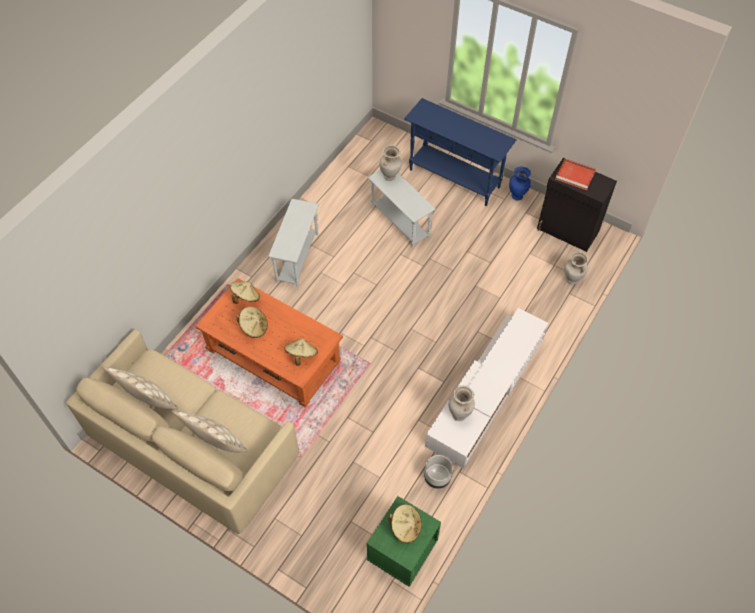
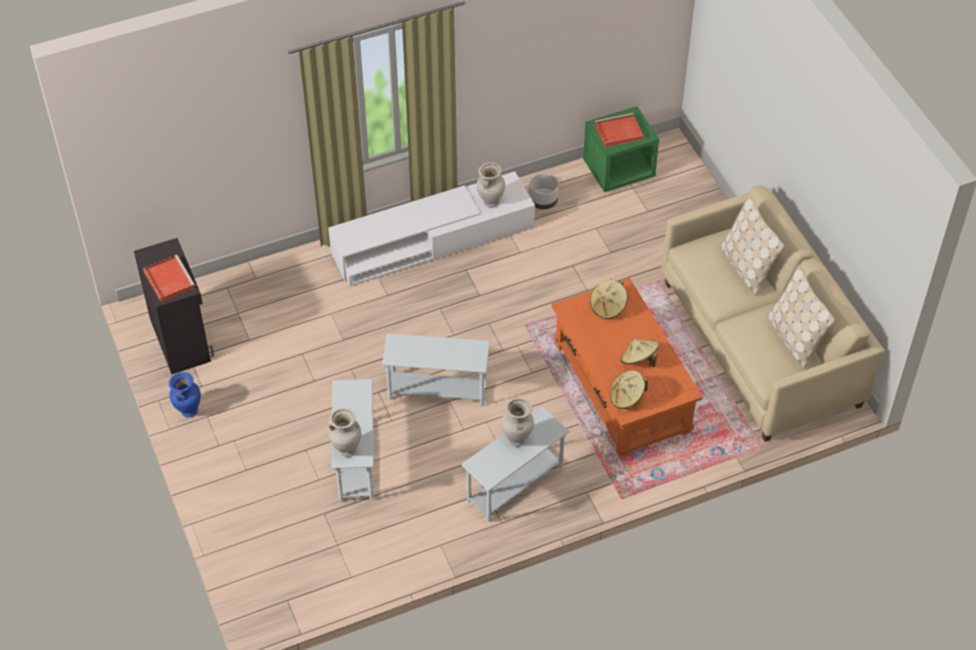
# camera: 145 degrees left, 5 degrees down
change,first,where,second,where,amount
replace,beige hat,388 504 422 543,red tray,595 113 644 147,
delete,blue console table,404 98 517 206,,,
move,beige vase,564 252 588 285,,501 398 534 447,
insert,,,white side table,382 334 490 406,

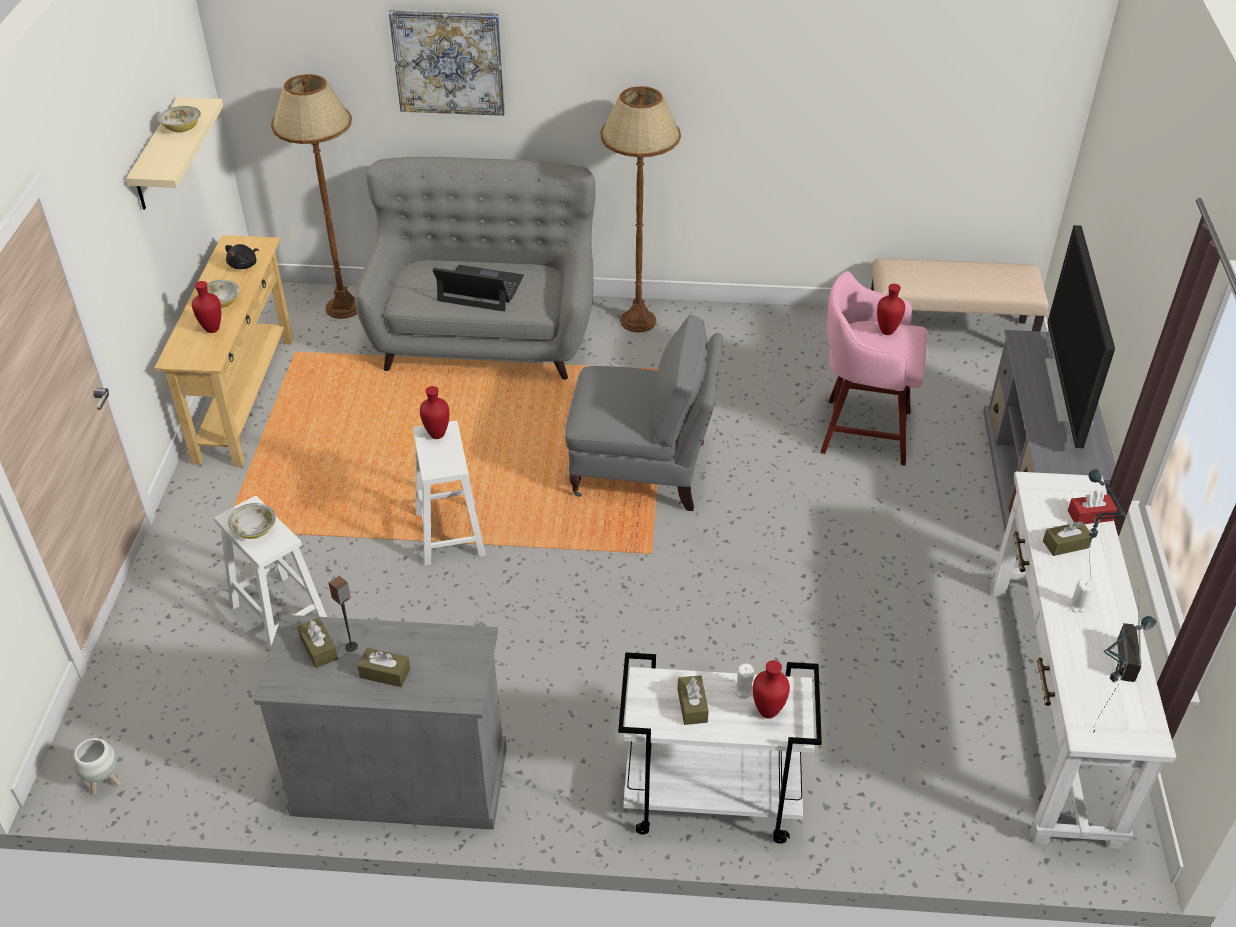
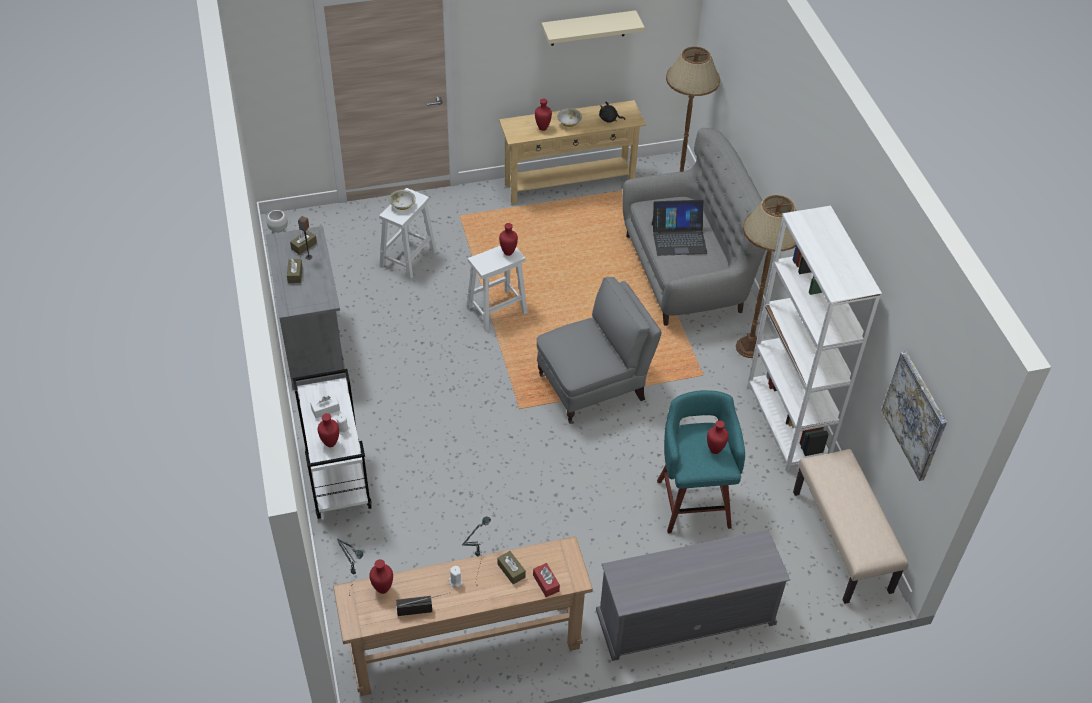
# camera: 70 degrees right, 5 degrees up
change,first,where,second,where,amount
delete,bowl,157 106 201 132,,,
move,picture,389 10 505 116,,881 351 947 481,
rotate,laptop,432 265 524 311,,652 200 707 256,90 degrees clockwise
rotate,grey armchair,565 315 723 511,,537 277 661 424,105 degrees counterclockwise
recolor,brown tissue box,677 675 709 725,white tissue box,310 394 340 418,
recolor,pink stool,820 271 928 466,turquoise stool,657 390 745 534,
recolor,white console table,990 472 1177 849,brown console table,333 536 593 696,
delete,television,1045 225 1115 449,,,
insert,,,red vase,369 559 393 594,
insert,,,white bookcase,747 206 882 471,

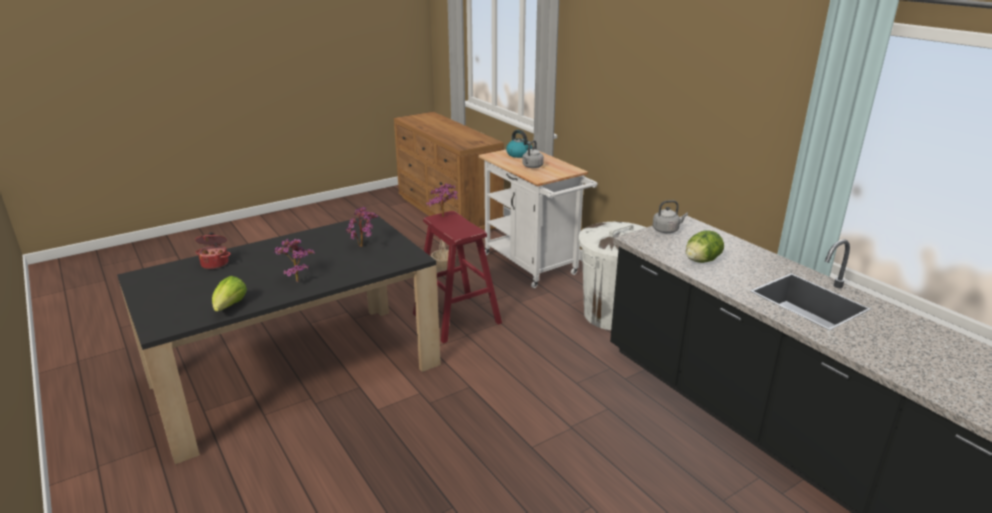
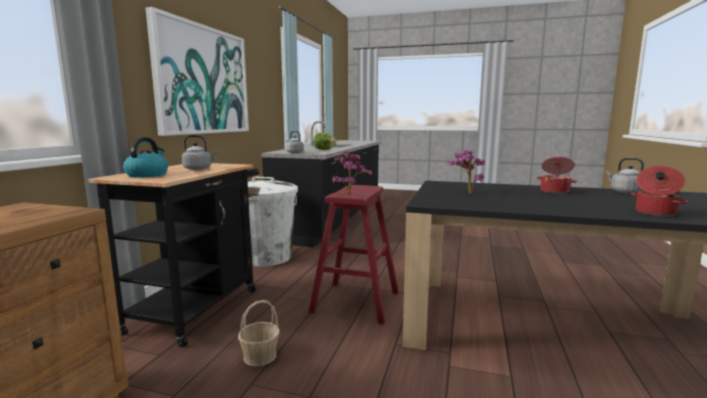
# camera: 130 degrees left, 15 degrees down
change,first,where,second,where,amount
replace,lettuce,212 276 247 312,grey kettle,606 158 644 193,
replace,potted plant,274 239 315 282,cooking pot,537 157 577 194,
recolor,white cart,479 150 598 288,black cart,88 163 259 347,
insert,,,picture,146 7 249 136,

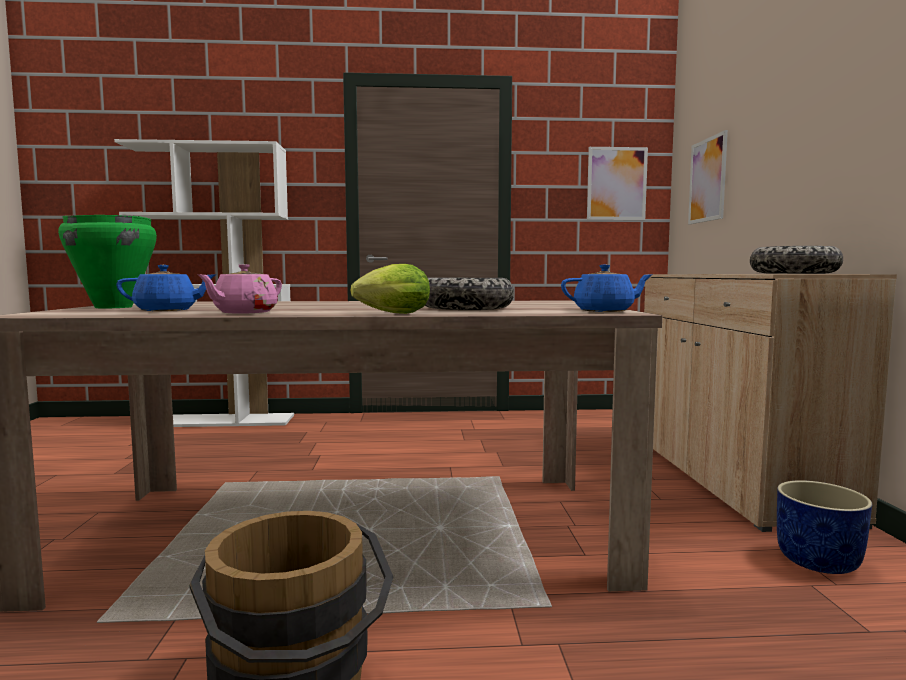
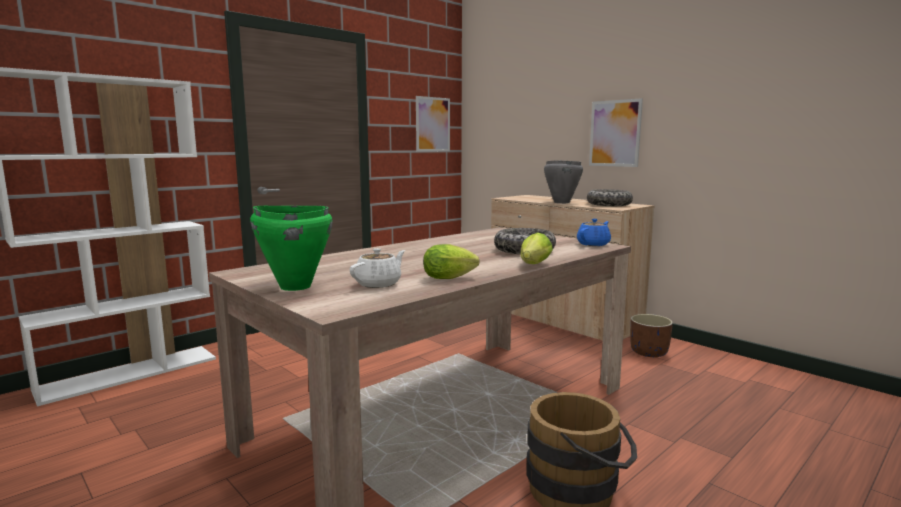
# camera: 40 degrees left, 5 degrees up
change,first,where,second,where,amount
recolor,blue teapot,116 265 217 311,white teapot,350 248 405 288,
replace,pink teapot,198 264 282 314,lettuce,423 244 480 279,
move,picture,688 130 728 224,,589 98 643 167,
recolor,blue planter,777 480 872 574,brown planter,630 314 673 357,
insert,,,grey cooking pot,544 160 583 204,

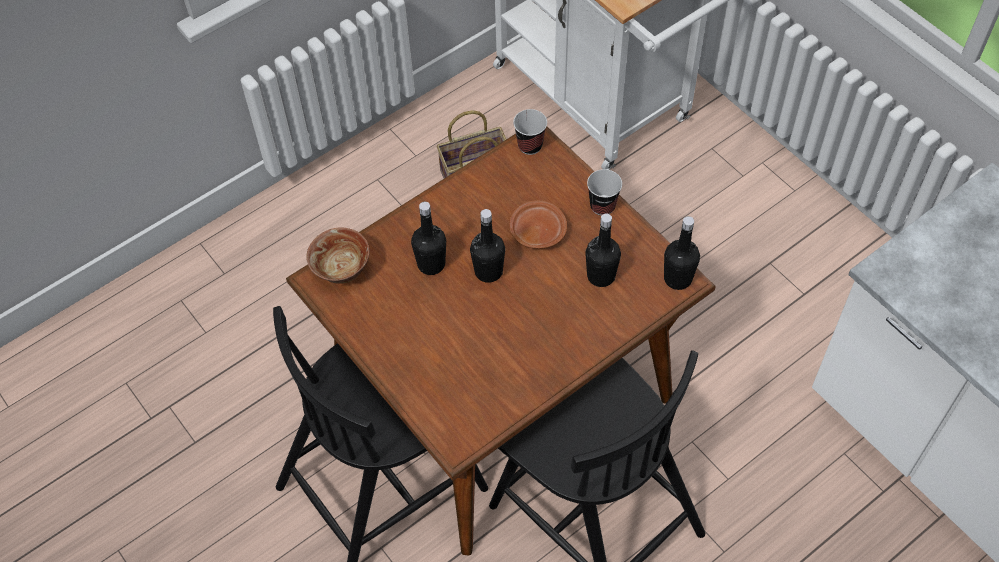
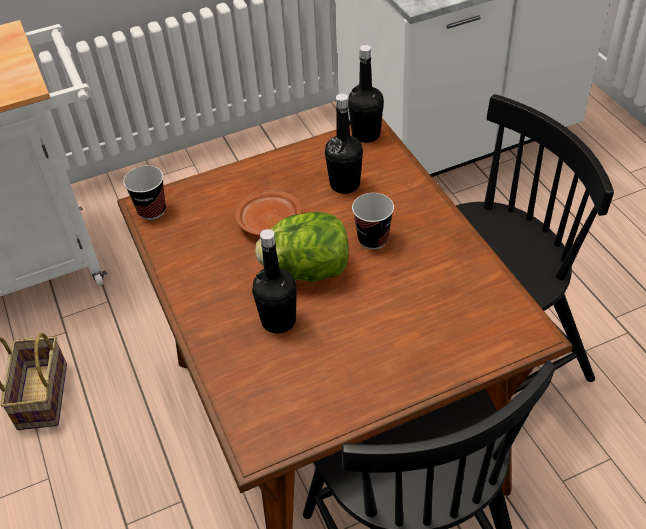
# camera: 75 degrees left, 10 degrees down
change,first,where,second,where,amount
delete,bowl,306 227 370 284,,,
replace,black bottle,470 209 505 283,lettuce,255 212 349 282,
move,cup,587 169 622 216,,352 193 394 250,

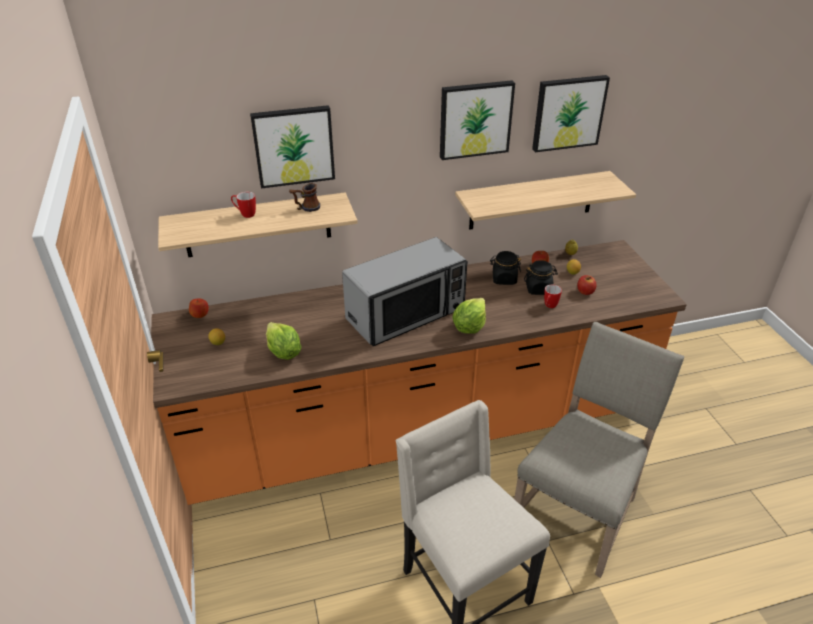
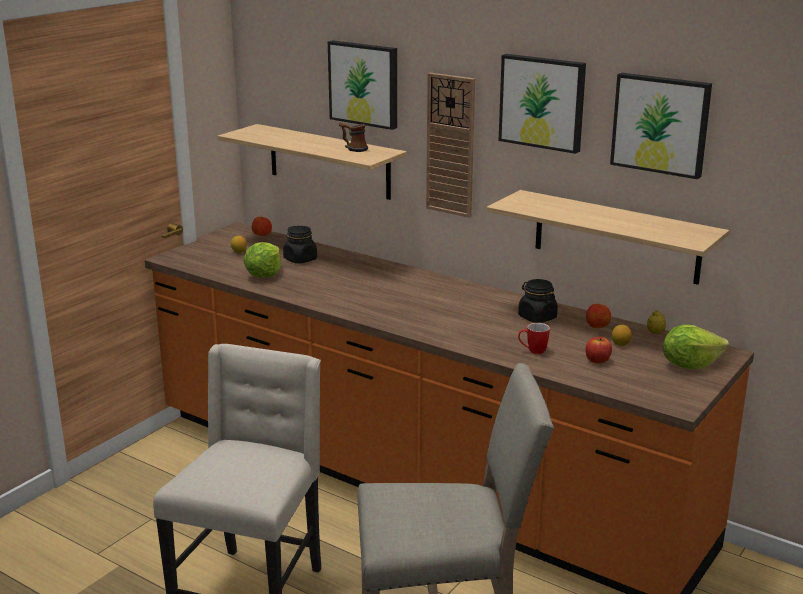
# camera: 50 degrees right, 15 degrees down
change,first,where,second,where,amount
delete,mug,231 192 256 218,,,
delete,microwave,342 237 467 346,,,
move,lettuce,452 298 486 334,,663 325 729 369,
move,black jar,524 260 558 295,,283 226 317 264,
insert,,,wall clock,426 73 475 218,

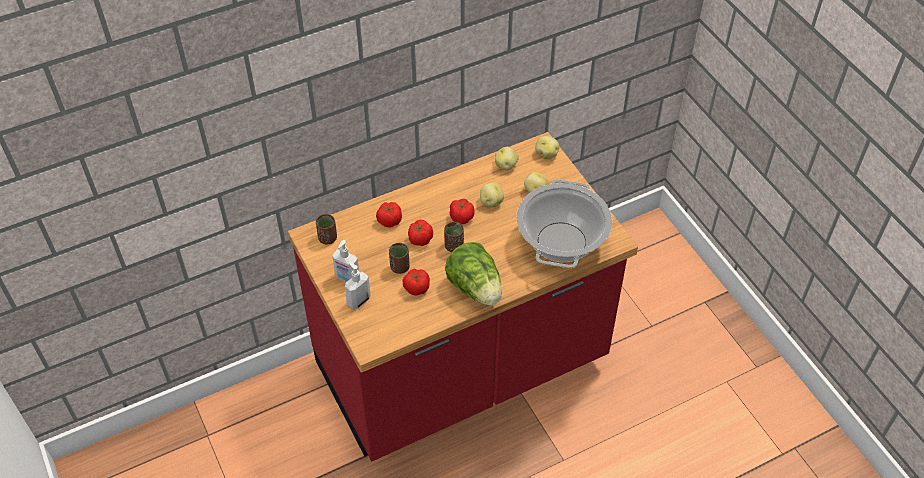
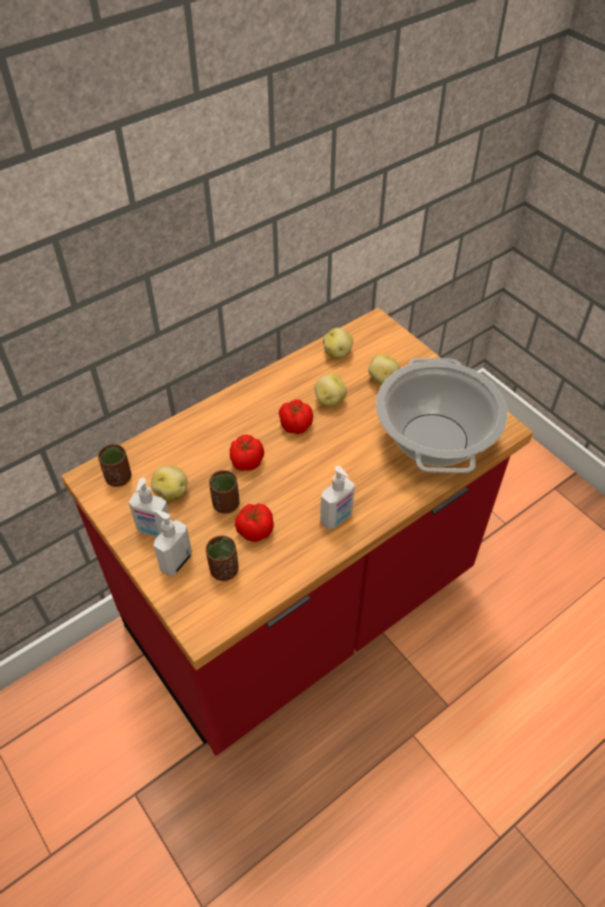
# camera: 10 degrees left, 0 degrees up
change,first,where,second,where,amount
delete,tomato,376 202 402 227,,,
move,brown cup,444 222 464 252,,206 536 239 581,
replace,lettuce,445 242 502 305,soap dispenser,320 466 355 529,
move,potato,535 136 559 159,,151 466 187 501,

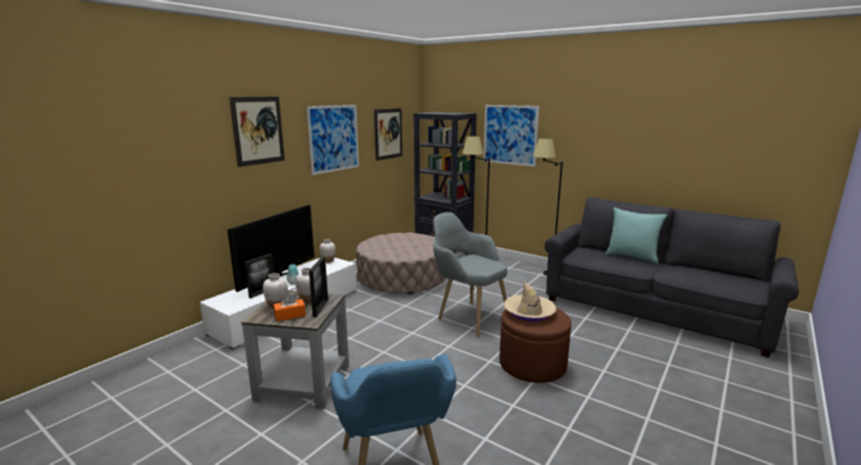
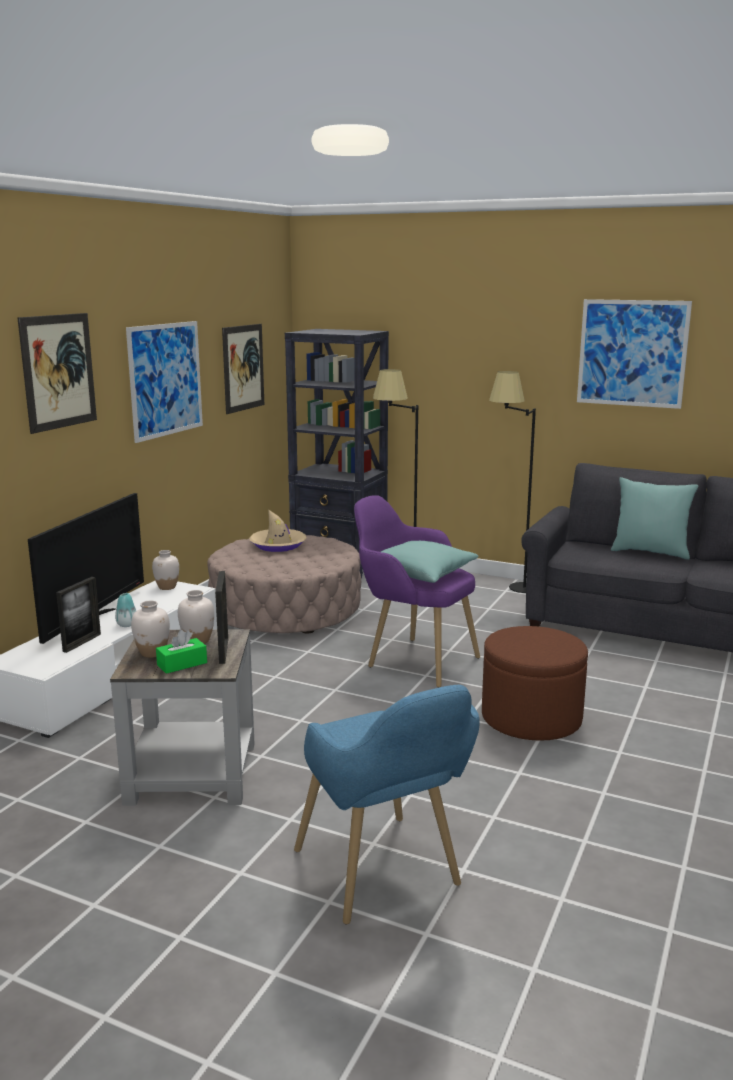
# camera: 10 degrees left, 0 degrees up
change,first,where,second,where,amount
recolor,orange tissue box,273 294 306 321,green tissue box,156 630 207 674,
recolor,grey armchair,433 212 507 337,purple armchair,354 495 480 688,
move,picture,483 105 539 167,,577 299 692 409,
move,beige hat,504 281 557 321,,249 510 307 552,
insert,,,turquoise pillow,381 541 478 583,

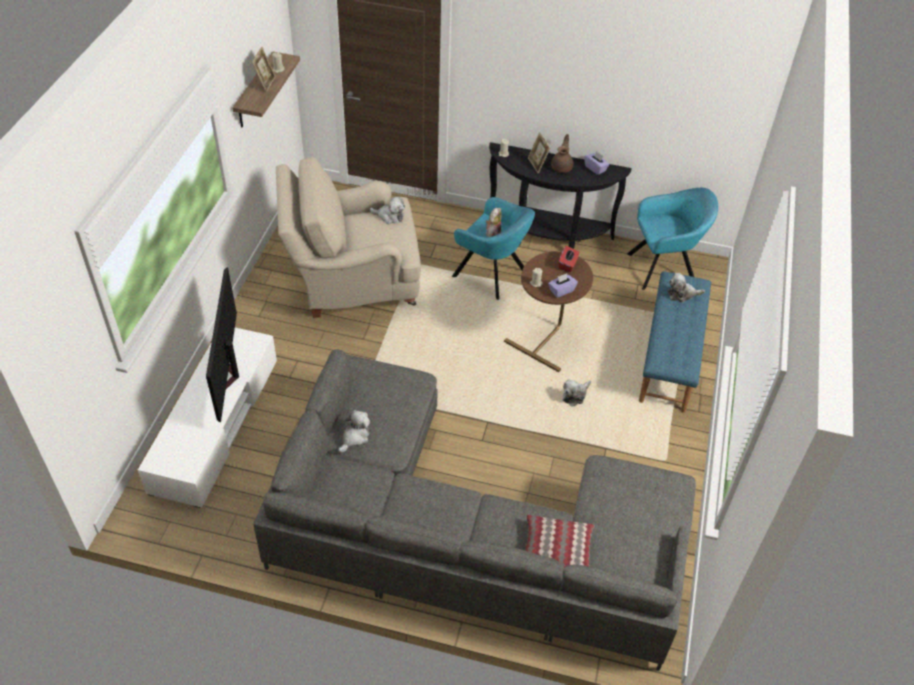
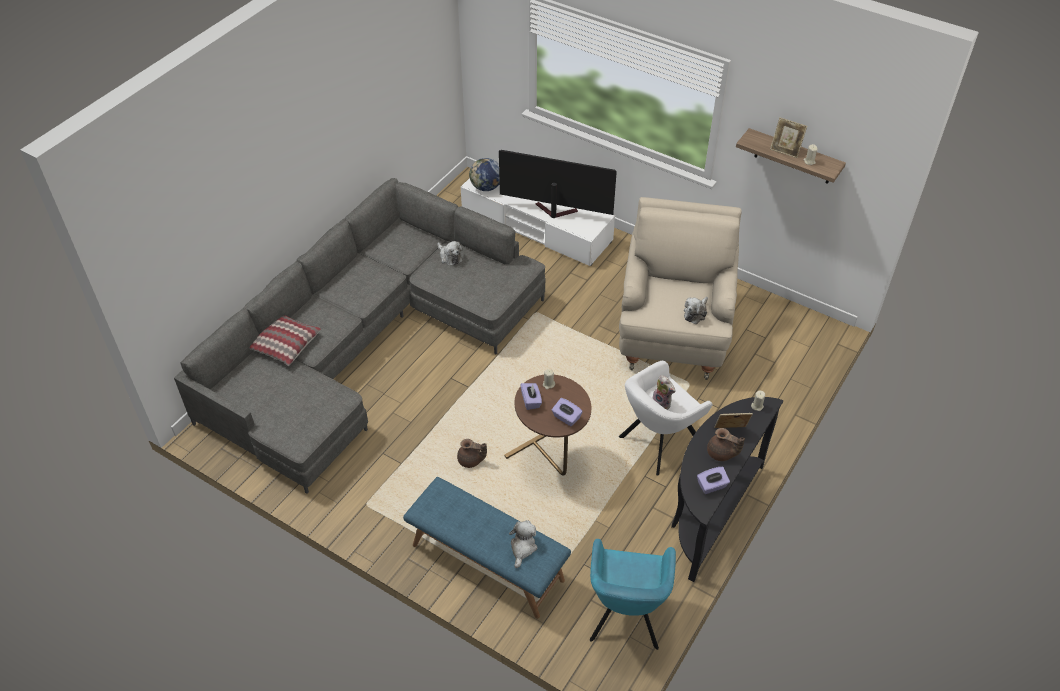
# camera: 110 degrees right, 0 degrees up
change,first,where,second,where,amount
recolor,turquoise armchair,452 197 535 300,white armchair,619 361 713 476,
recolor,red tissue box,558 245 580 272,purple tissue box,552 398 583 426,
replace,plush toy,563 379 591 407,brown teapot,457 439 487 468,
insert,,,globe,469 158 500 191,

